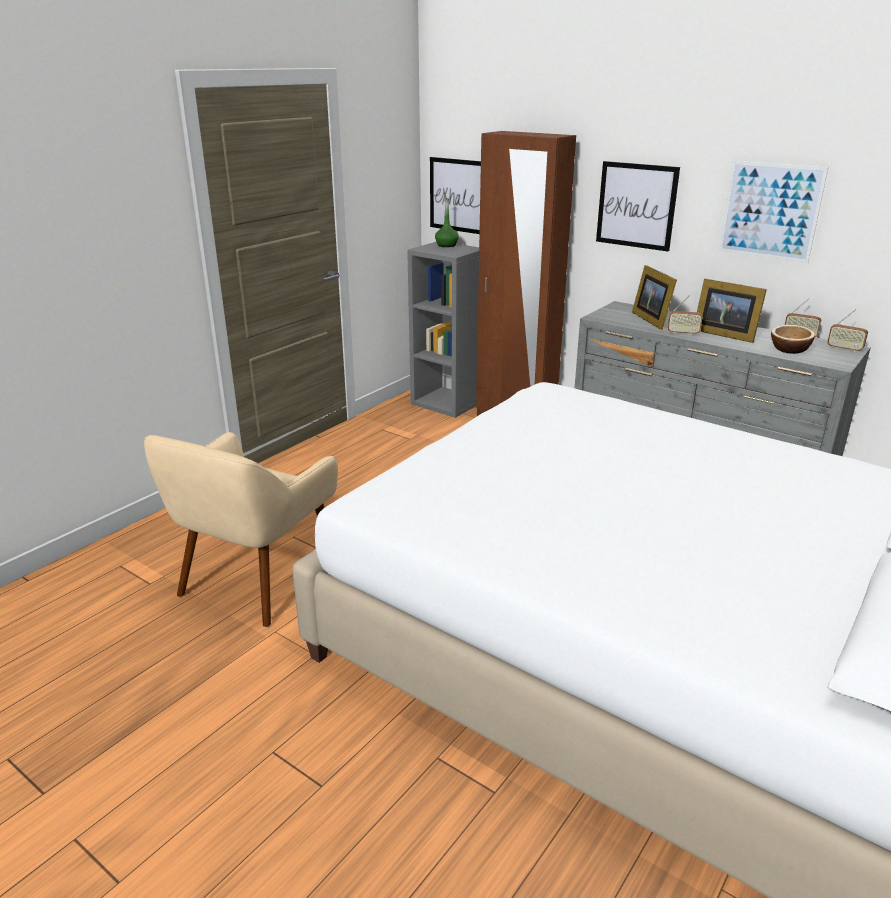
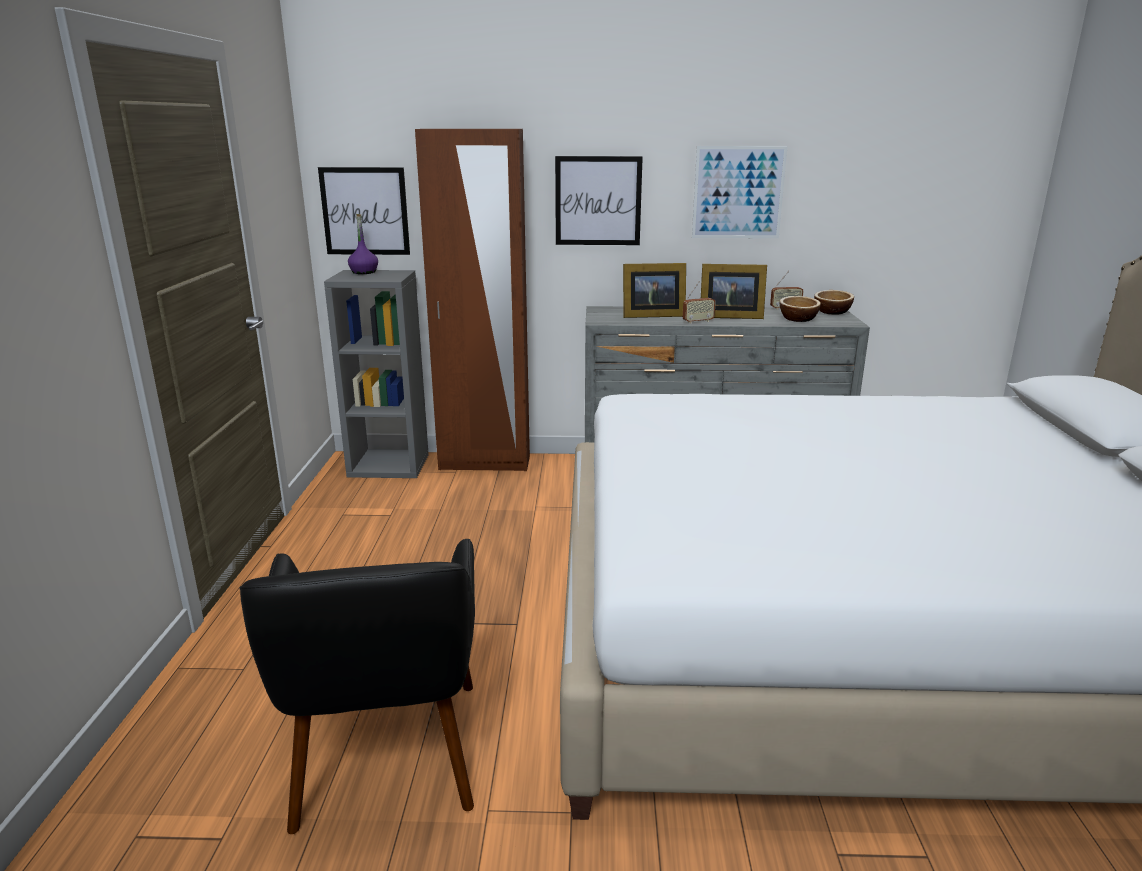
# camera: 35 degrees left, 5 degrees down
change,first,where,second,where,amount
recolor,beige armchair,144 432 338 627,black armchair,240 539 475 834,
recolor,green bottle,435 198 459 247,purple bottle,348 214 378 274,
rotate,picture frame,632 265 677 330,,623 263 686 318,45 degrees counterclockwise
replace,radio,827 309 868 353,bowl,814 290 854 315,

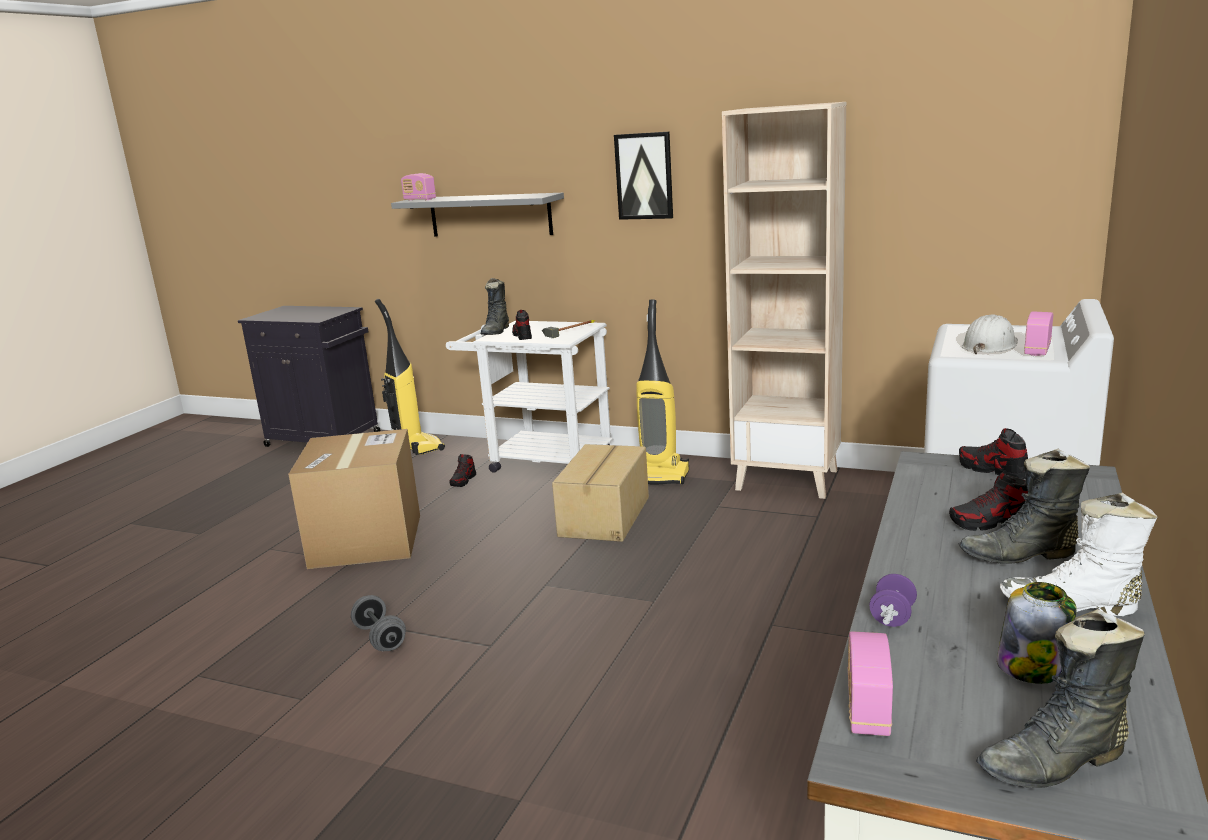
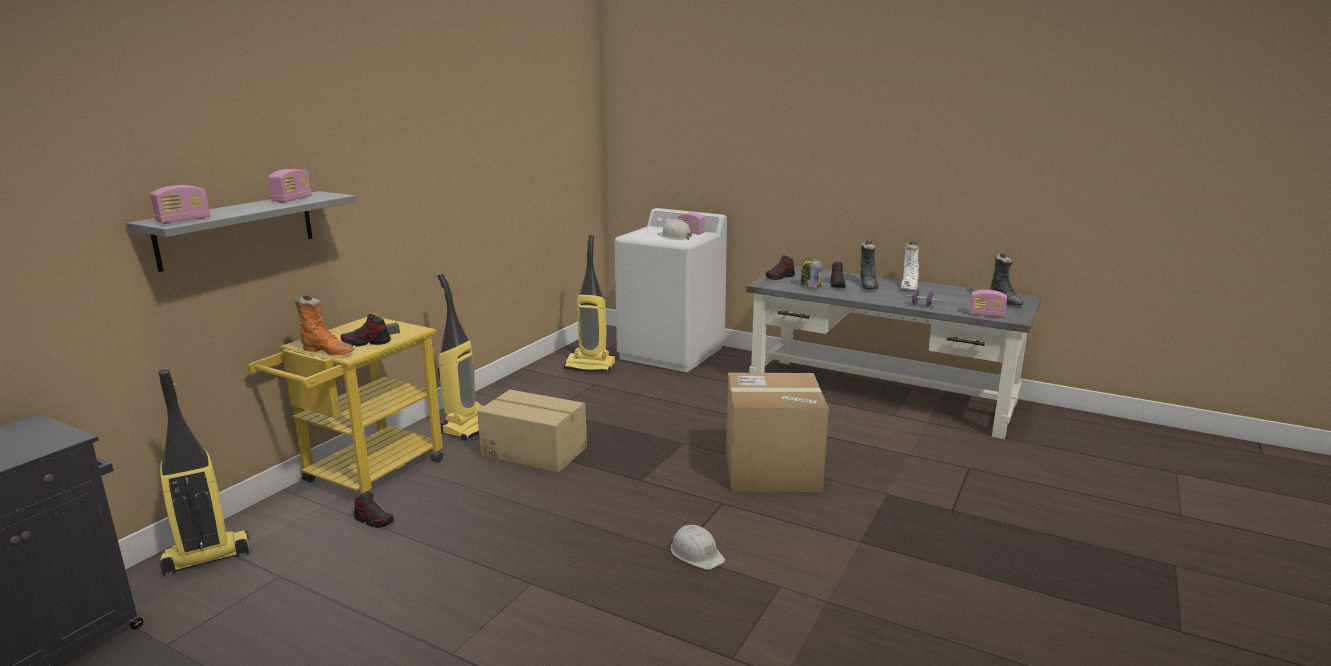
# camera: 85 degrees left, 0 degrees up
change,first,where,second,where,amount
move,cardboard box,288 429 420 569,,726 373 829 492,
replace,grey dumbbell,351 595 406 651,white hard hat,670 525 725 570,
recolor,white cart,446 321 613 473,yellow cart,248 317 443 497,
recolor,black boot,480 278 509 335,orange boot,294 295 354 355,
delete,picture,614 132 673 220,,,
delete,beige bookcase,722 102 846 499,,,
move,jar,997 582 1077 684,,801 257 822 288,
insert,,,radio,268 169 312 203,
insert,,,vacuum cleaner,563 235 615 372,

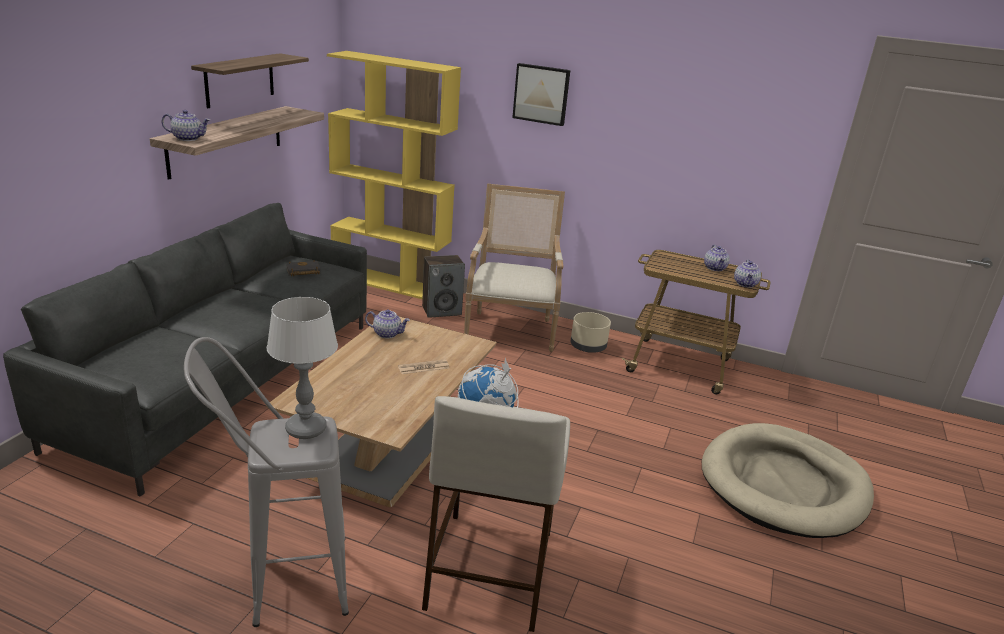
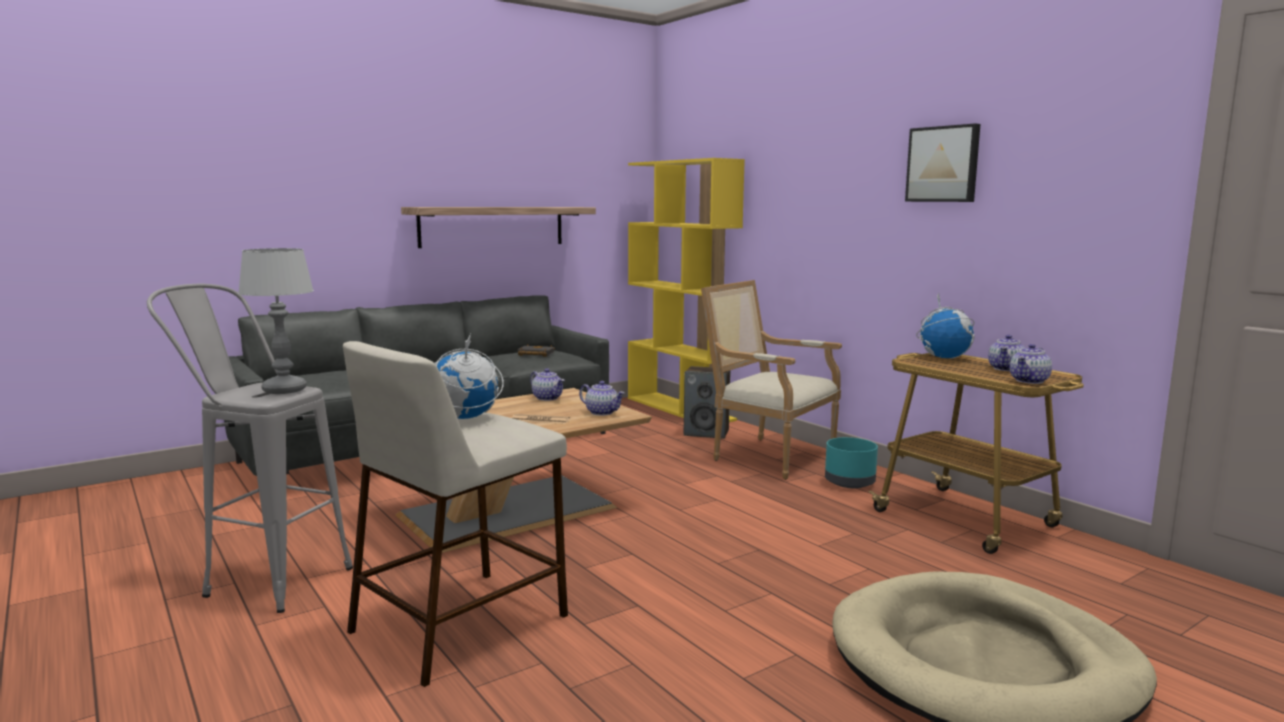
# camera: 35 degrees right, 15 degrees down
change,first,where,second,where,amount
move,teapot,161 110 210 141,,579 381 625 416,
delete,shelf,191 53 309 108,,,
rotate,armchair,464 184 565 352,,701 280 842 480,90 degrees counterclockwise
move,picture,512 63 570 126,,905 123 981 202,
recolor,beige planter,571 312 611 353,turquoise planter,825 437 878 488,
insert,,,globe,916 293 975 358,

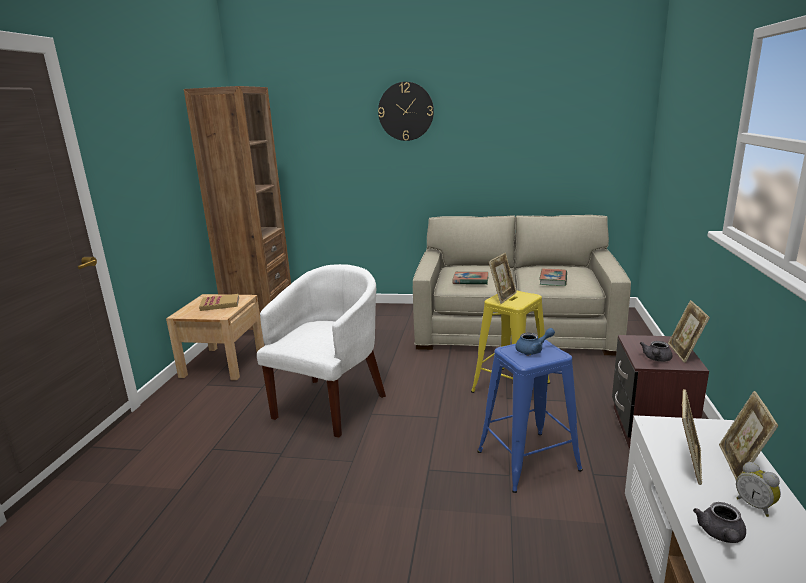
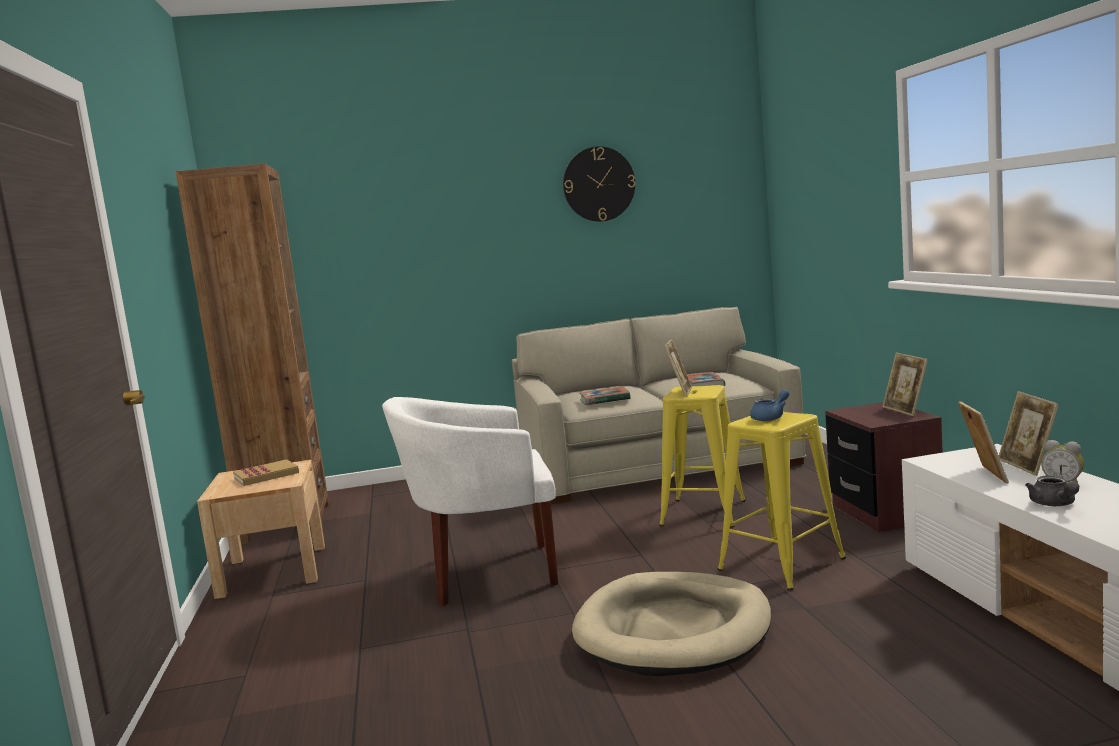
# camera: 20 degrees left, 10 degrees down
change,first,where,second,where,amount
rotate,white armchair,257 264 386 438,,382 397 558 607,105 degrees counterclockwise
move,wall clock,378 82 434 141,,563 146 635 222,
recolor,blue stool,477 340 583 493,yellow stool,717 412 846 591,
delete,grey teapot,640 341 672 362,,,
insert,,,beige dog bed,572 572 771 676,

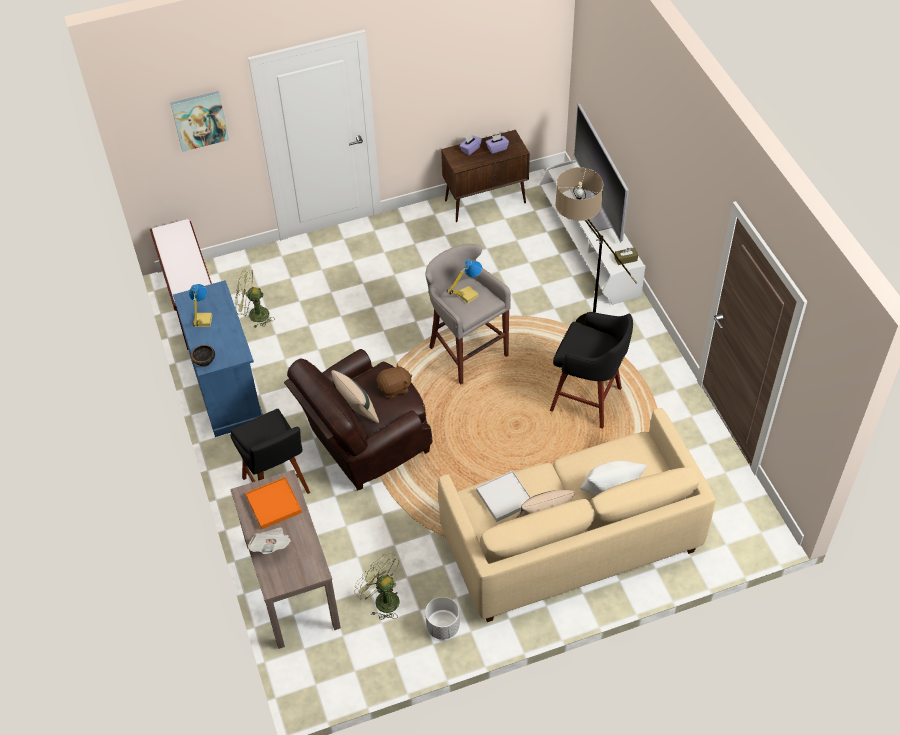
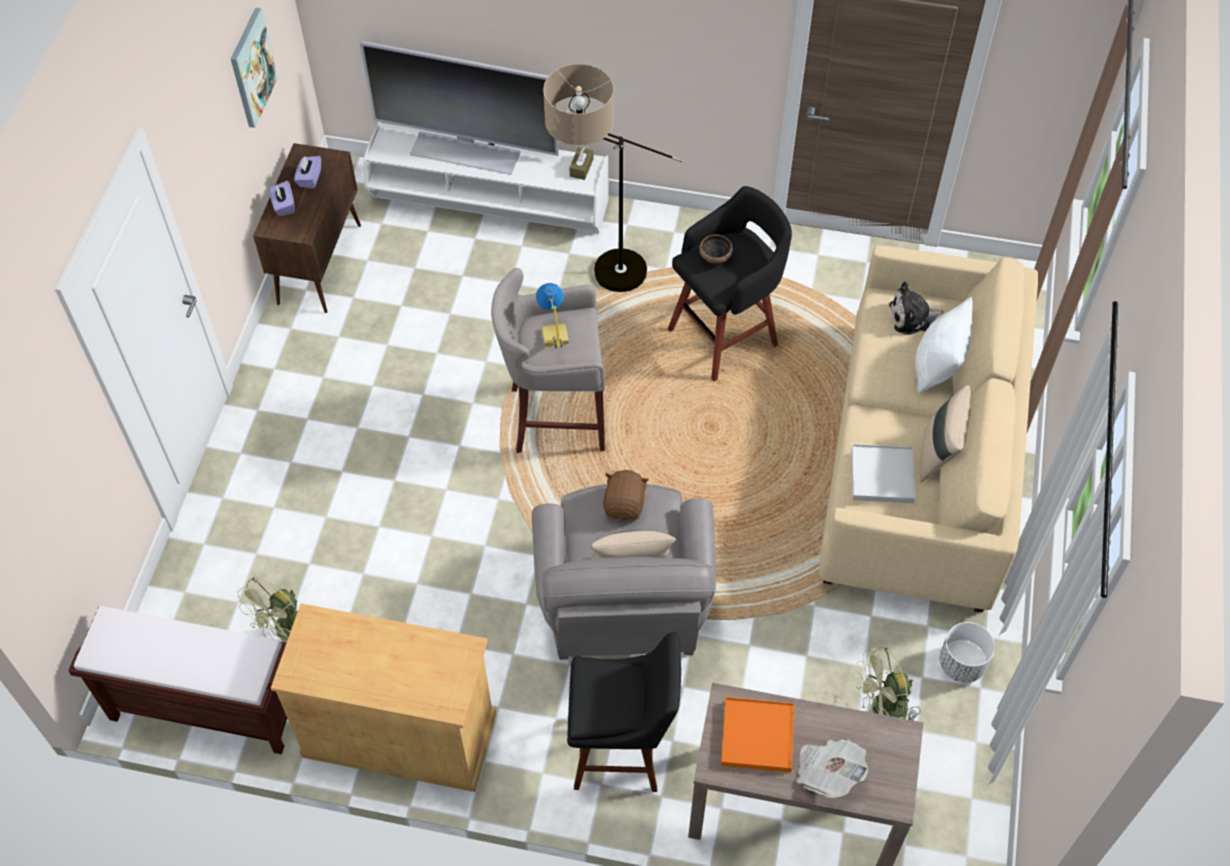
# camera: 60 degrees left, 5 degrees up
change,first,where,second,where,amount
move,picture,171 91 229 152,,231 8 278 128,
recolor,blue cabinet,173 280 263 437,beige cabinet,271 603 496 792,
delete,table lamp,189 284 212 327,,,
move,bowl,191 345 215 367,,699 234 733 266,
recolor,brown armchair,284 349 433 491,grey armchair,532 484 716 660,
insert,,,plush toy,889 281 944 335,

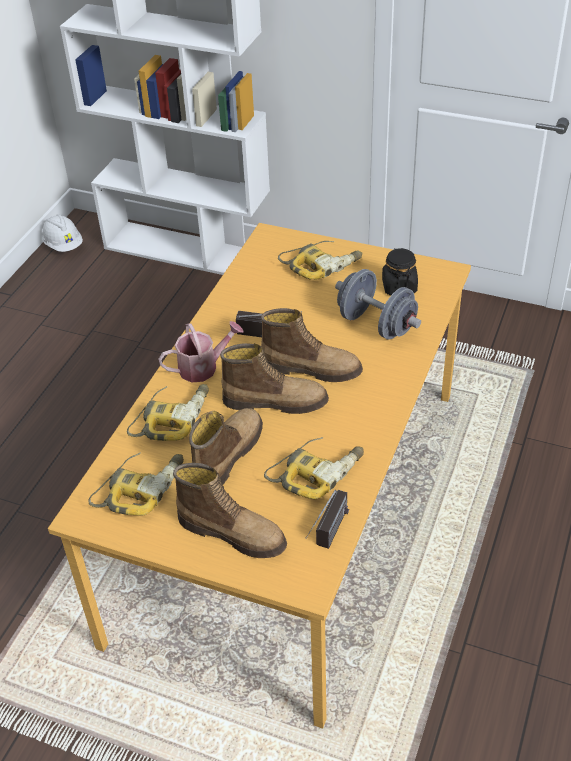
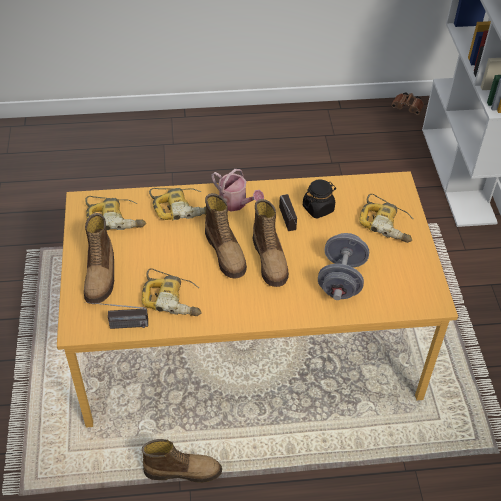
# camera: 60 degrees right, 5 degrees up
change,first,where,second,where,amount
replace,white hard hat,42 214 83 252,brown binoculars,391 93 424 115,
move,boot,189 408 263 486,,142 439 222 483,
move,black jar,382 248 418 295,,303 179 336 219,

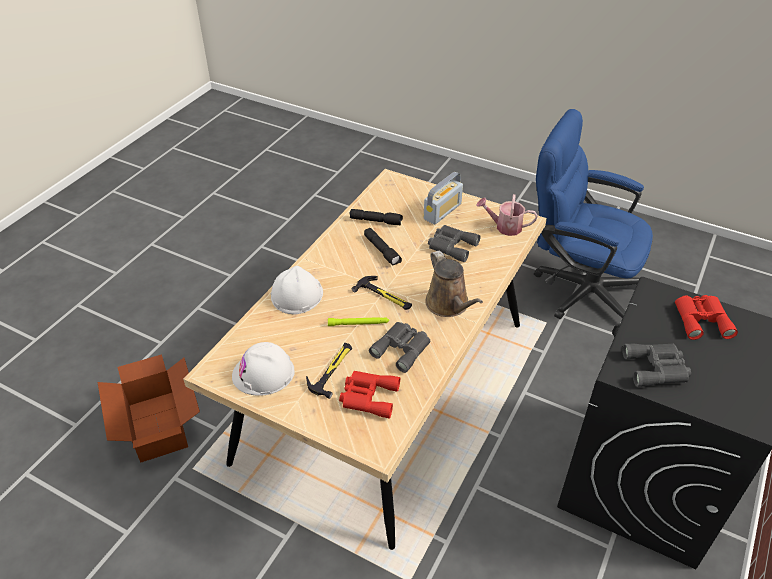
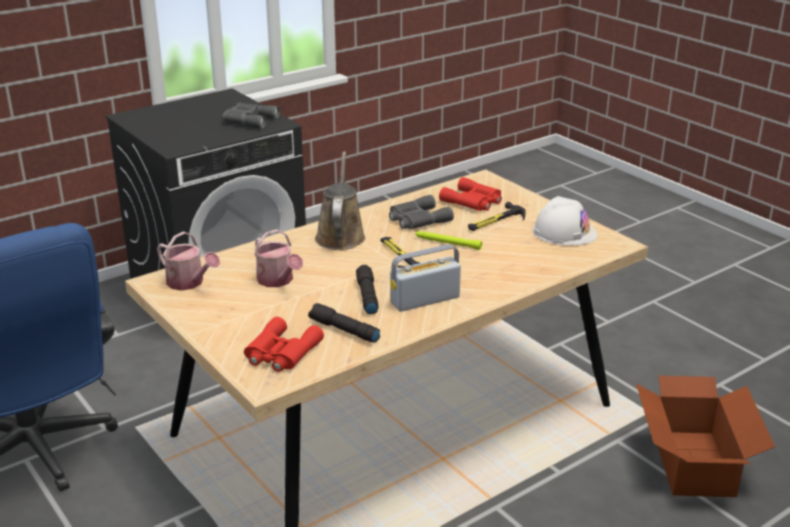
# camera: 155 degrees left, 15 degrees down
change,first,where,second,where,amount
delete,white hard hat,271 266 323 314,,,
move,radio,424 172 463 225,,390 244 461 312,
replace,grey binoculars,428 225 481 262,watering can,254 229 303 287,
move,red binoculars,675 295 738 340,,244 317 324 372,

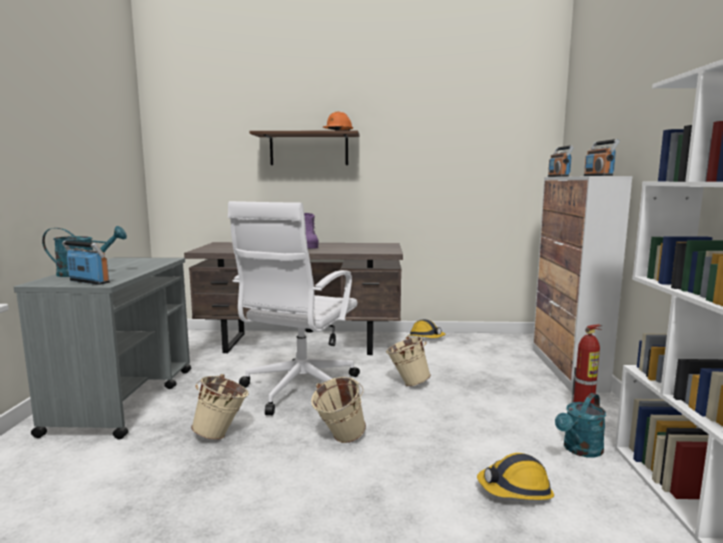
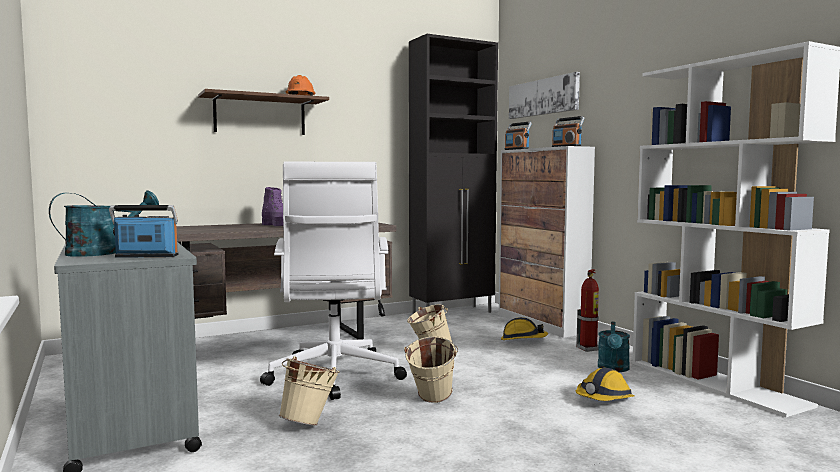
# camera: 30 degrees left, 5 degrees down
change,first,where,second,where,amount
move,hard hat,408 319 446 338,,501 317 548 340,
insert,,,black cabinet,409 34 498 314,
insert,,,picture,509 72 580 119,

